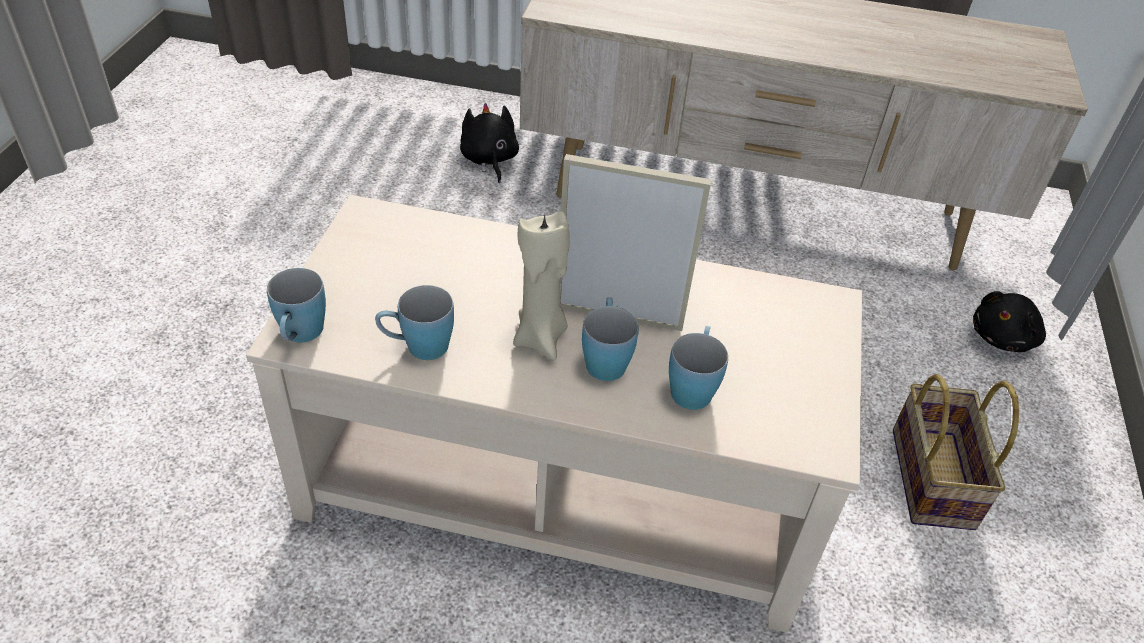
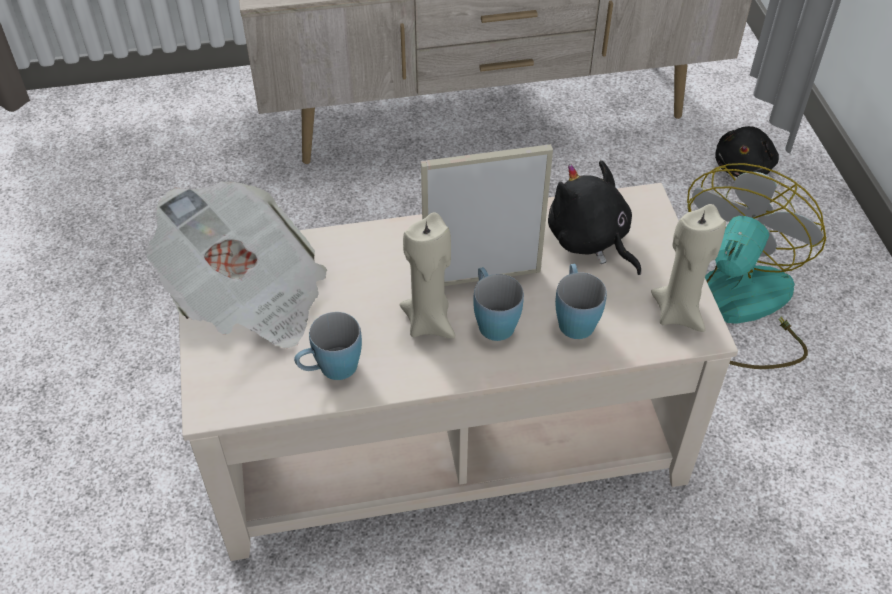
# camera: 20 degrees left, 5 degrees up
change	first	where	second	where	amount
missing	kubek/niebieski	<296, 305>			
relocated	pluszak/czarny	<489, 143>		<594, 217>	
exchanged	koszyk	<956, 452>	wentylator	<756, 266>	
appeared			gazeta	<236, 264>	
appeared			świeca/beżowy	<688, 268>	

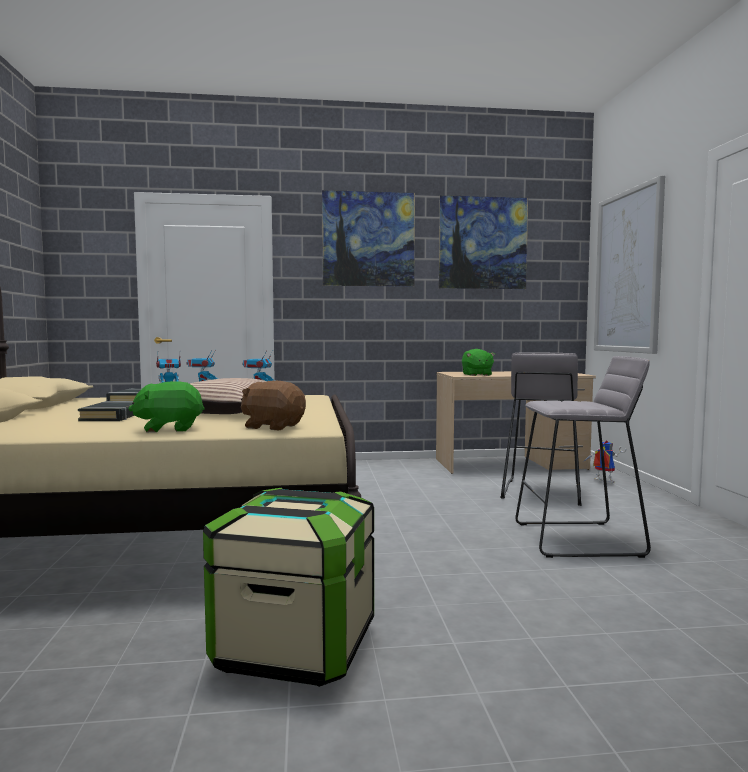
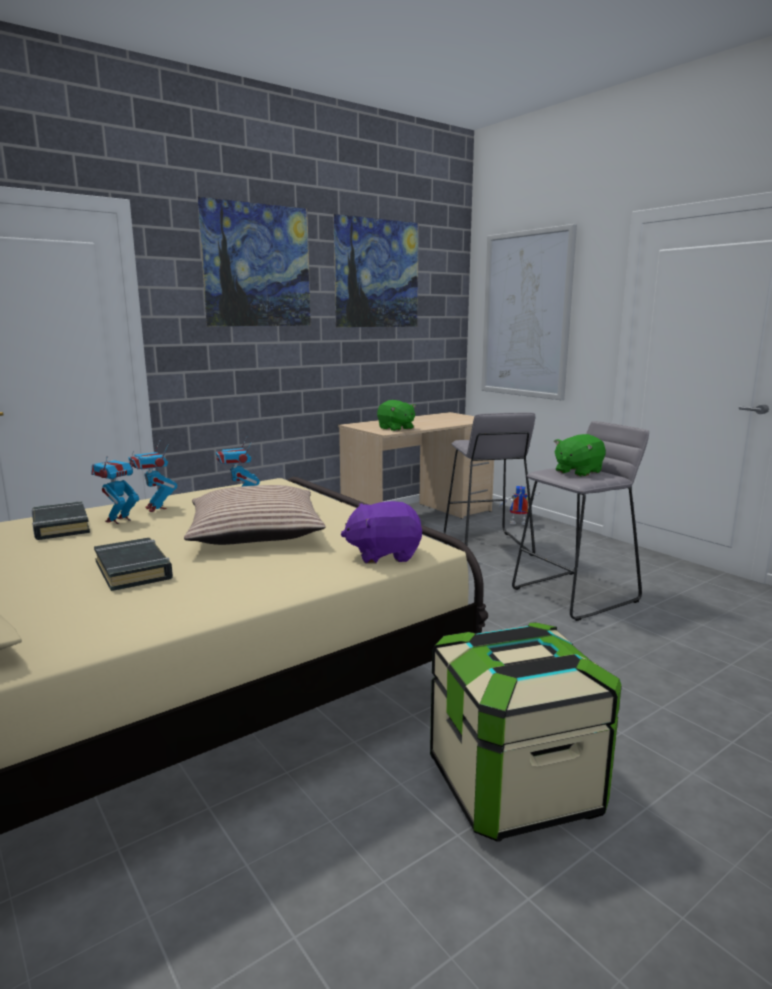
# camera: 30 degrees left, 10 degrees up
change	first	where	second	where	amount
relocated	pluszak/zielony	<166, 407>		<580, 455>	
colour	pluszak/brązowy	<273, 405>	pluszak/fioletowy	<381, 532>	

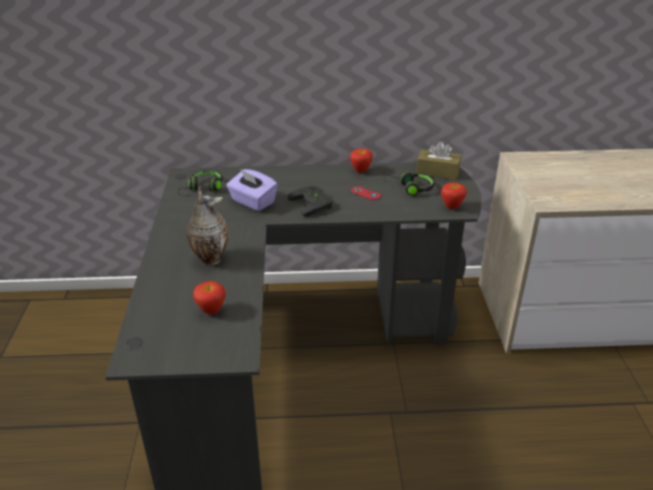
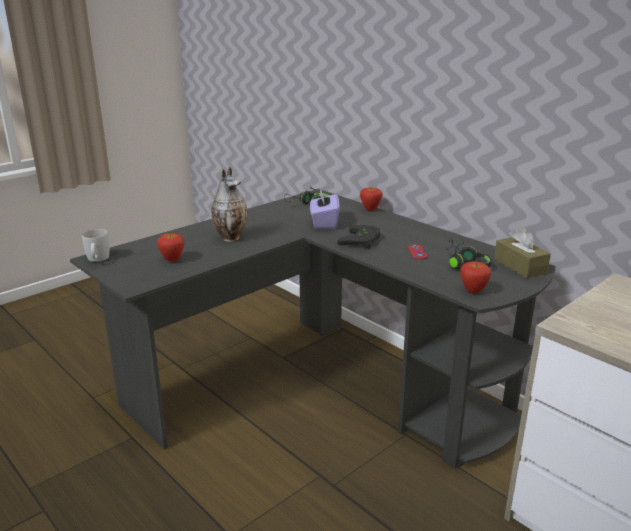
# camera: 50 degrees right, 10 degrees down
change	first	where	second	where	amount
relocated	jabłko	<361, 161>		<371, 199>	
appeared			kubek/biały	<95, 245>	

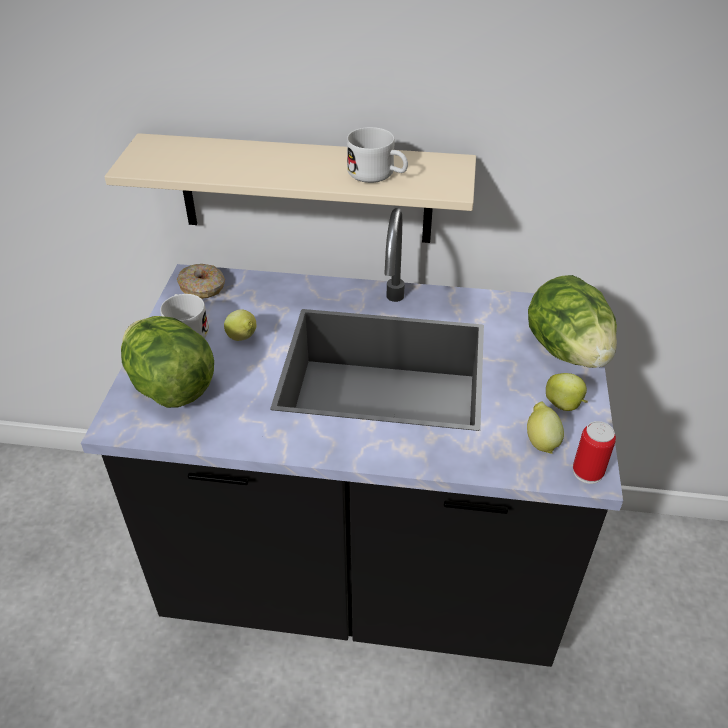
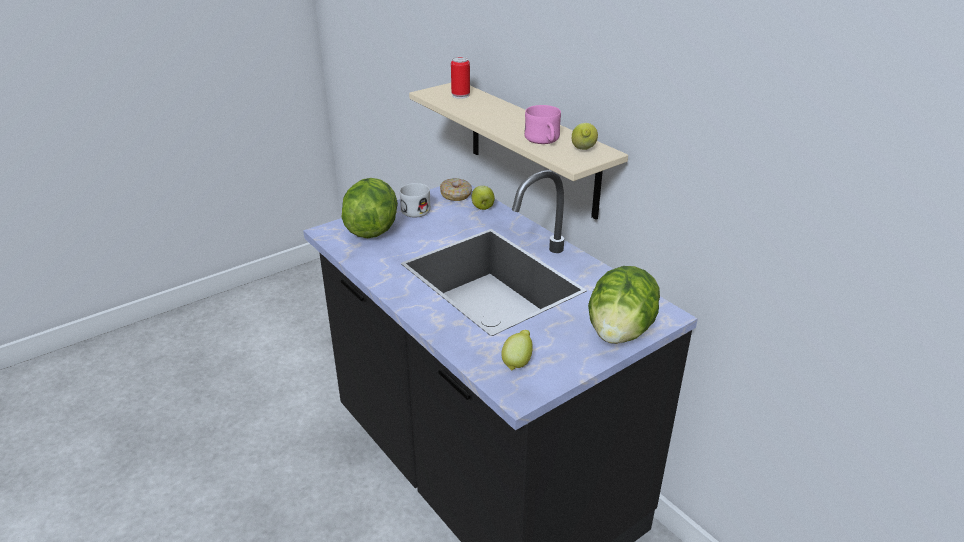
# camera: 45 degrees right, 10 degrees down
change	first	where	second	where	amount
relocated	cytryna	<240, 325>		<585, 136>	
colour	kubek/biały	<377, 155>	kubek/różowy	<542, 124>	
relocated	jabłko	<567, 392>		<483, 198>	
relocated	puszka	<594, 452>		<460, 78>	

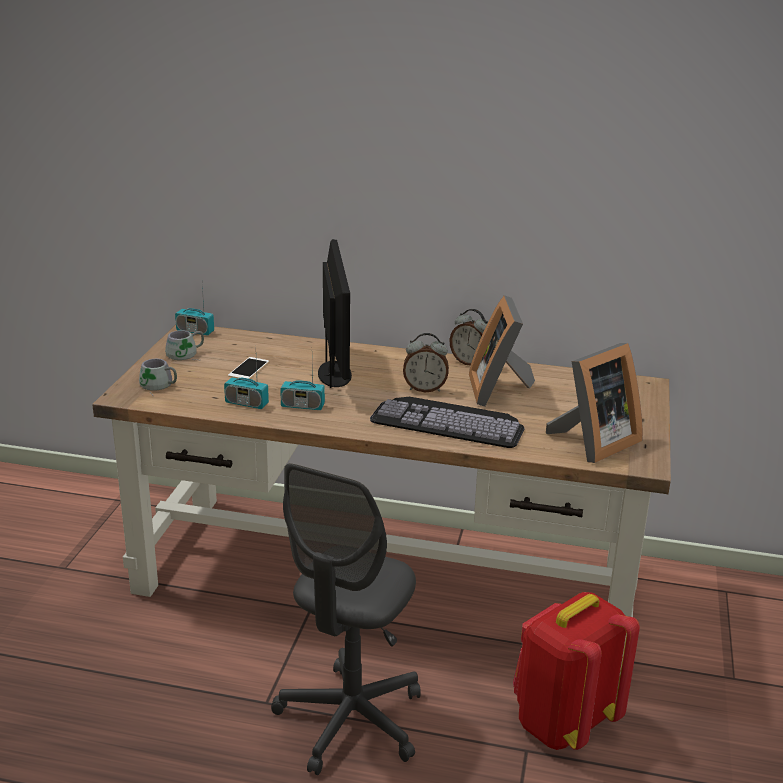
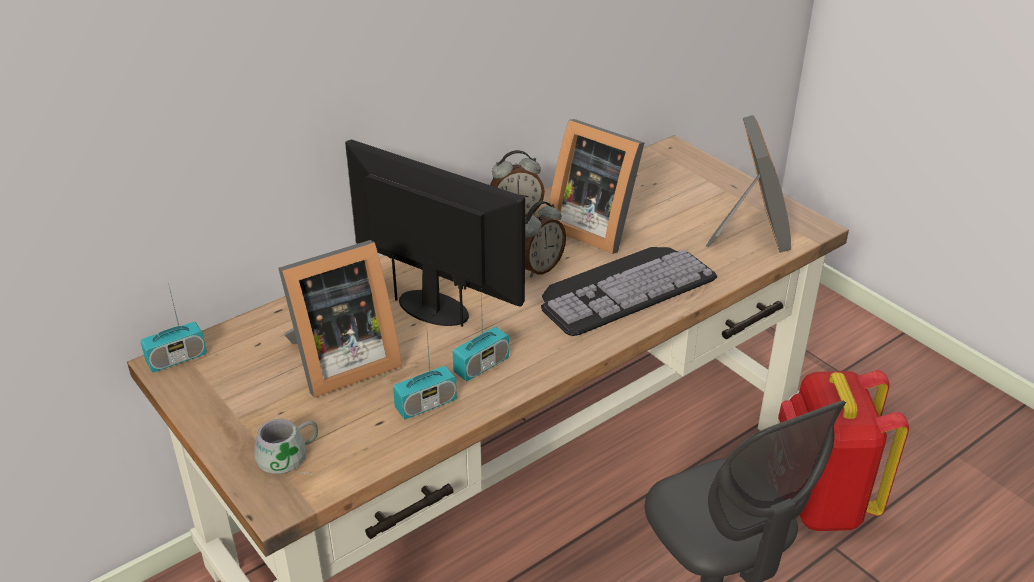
# camera: 50 degrees left, 10 degrees up
change	first	where	second	where	amount
missing	kubek/szary	<184, 345>			
exchanged	telefon	<248, 368>	ramka na zdjęcie	<340, 319>	

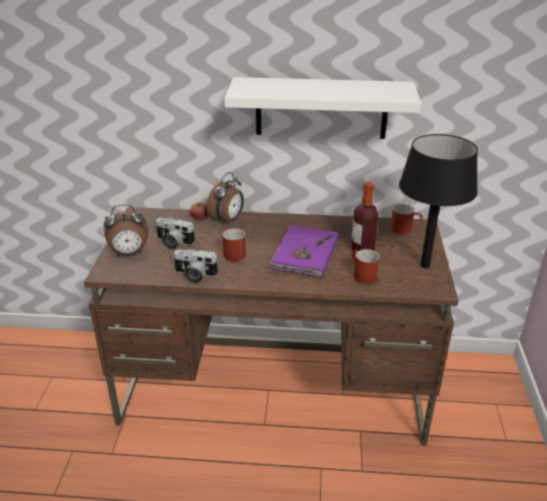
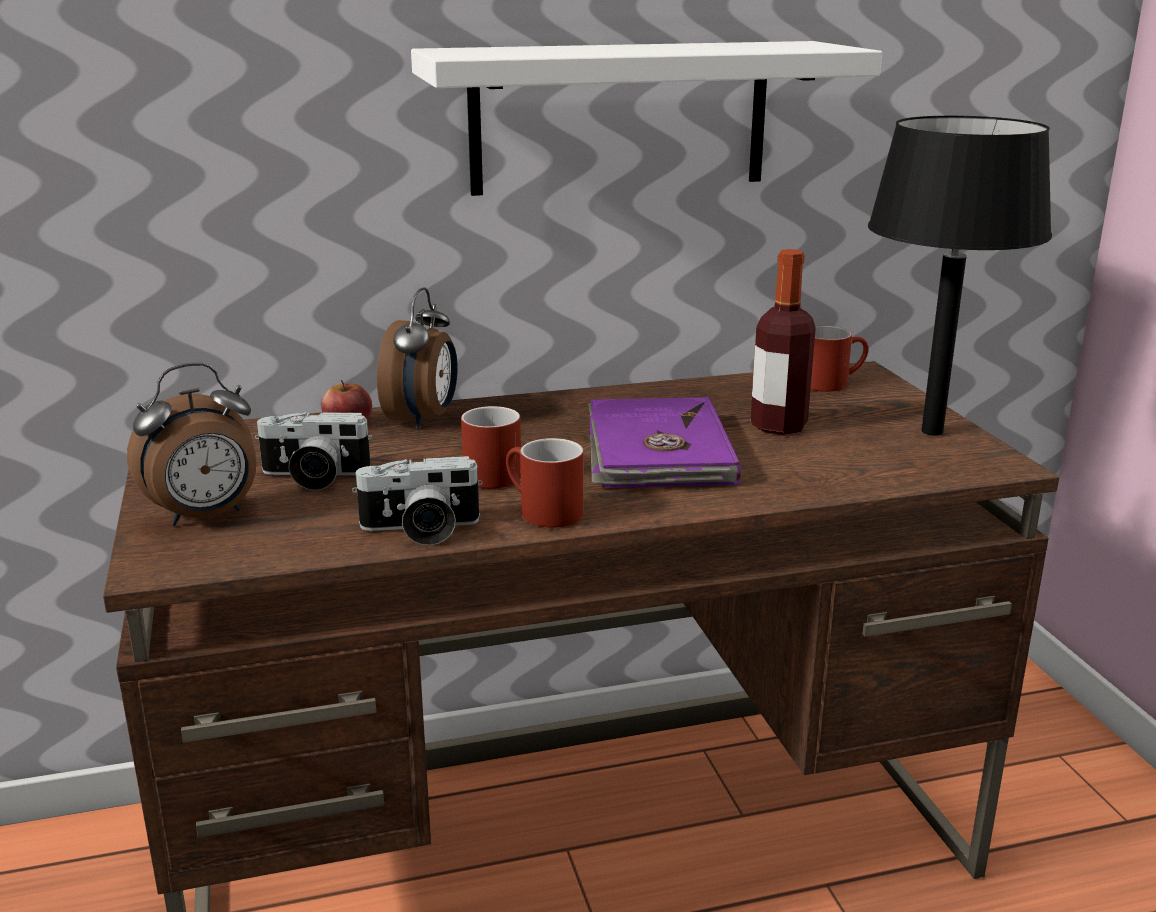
# camera: 20 degrees left, 10 degrees down
change	first	where	second	where	amount
relocated	kubek/czerwony	<366, 266>		<545, 483>	

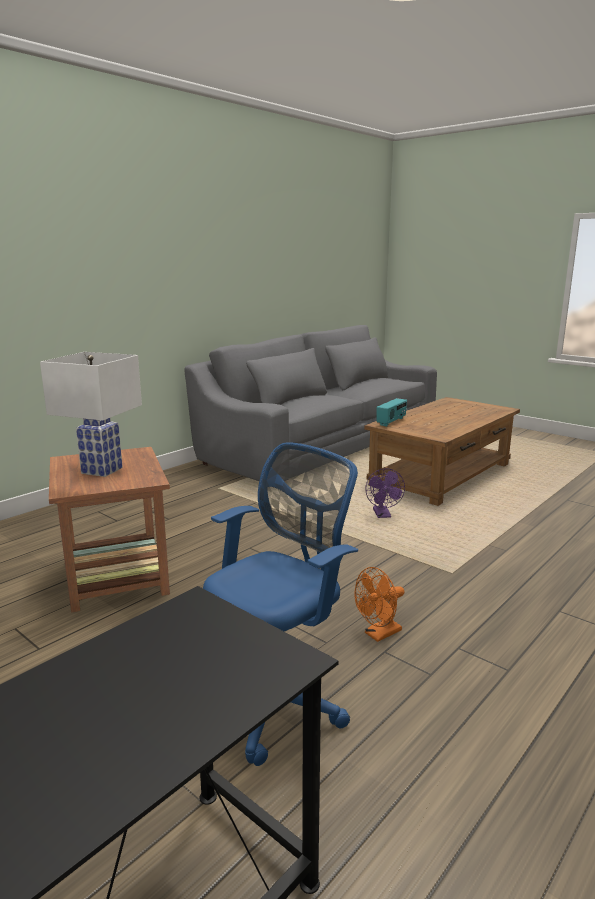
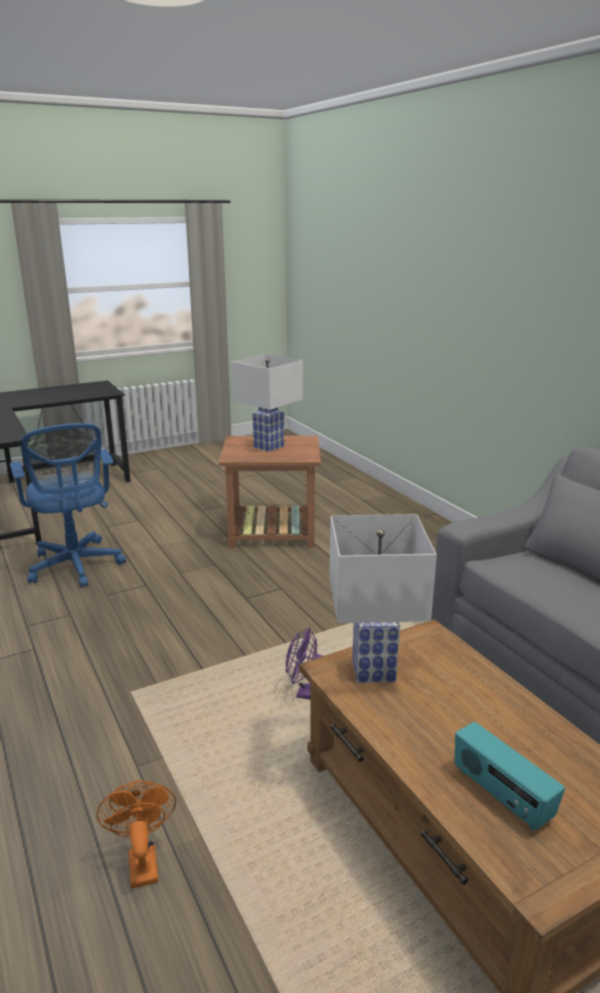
# camera: 110 degrees right, 5 degrees up
change	first	where	second	where	amount
relocated	wentylator/pomarańczowy	<379, 604>		<136, 834>	
relocated	radio	<391, 412>		<510, 776>	
appeared			lampa stołowa/biały	<383, 598>	

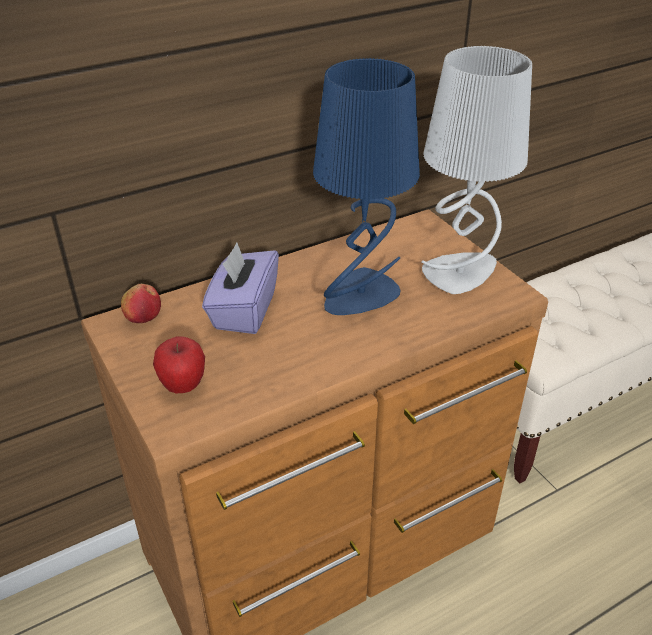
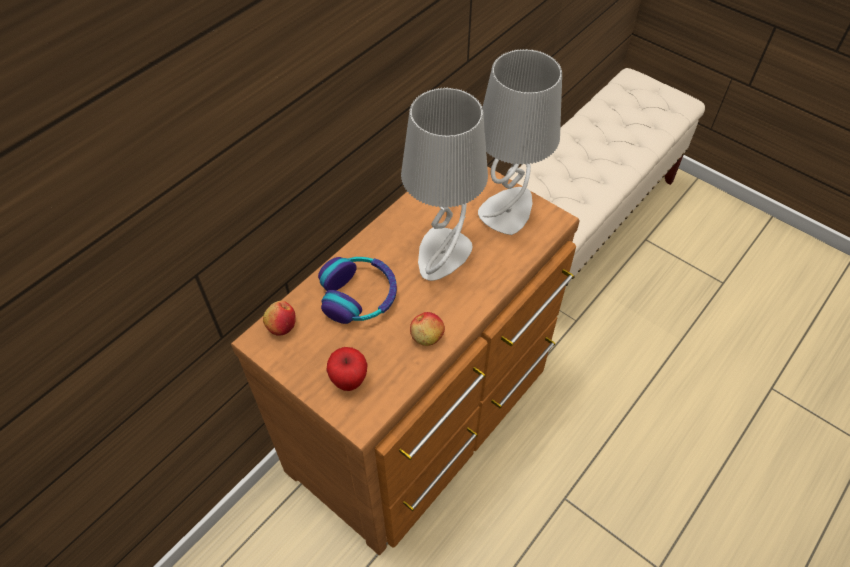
# camera: 20 degrees left, 15 degrees up
change	first	where	second	where	amount
exchanged	pudełko chusteczek/fioletowy	<240, 288>	słuchawki	<357, 290>	
colour	lampa stołowa/niebieski	<366, 186>	lampa stołowa/szary	<444, 184>	
appeared			jabłko	<427, 329>	

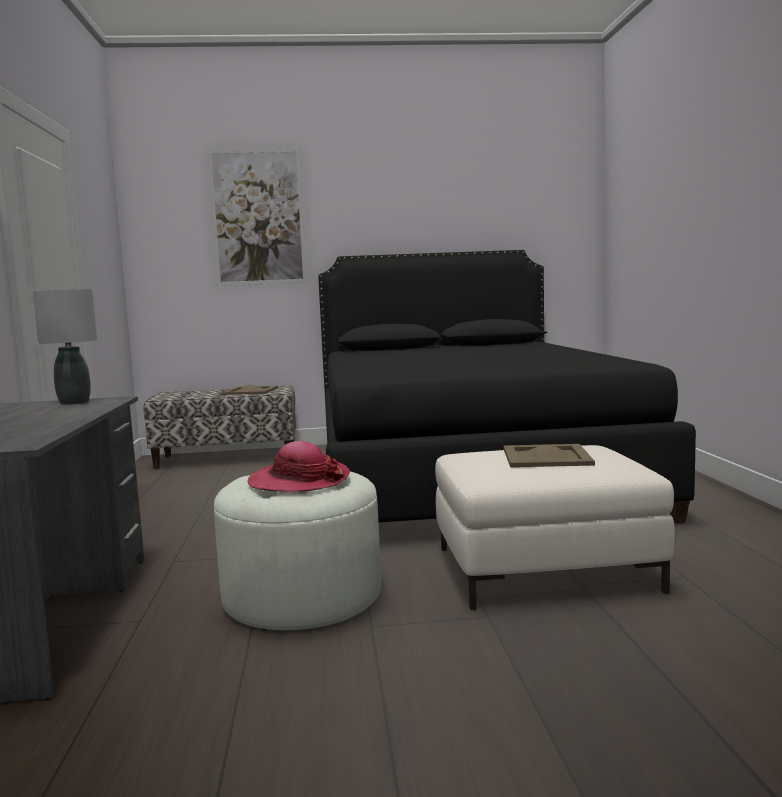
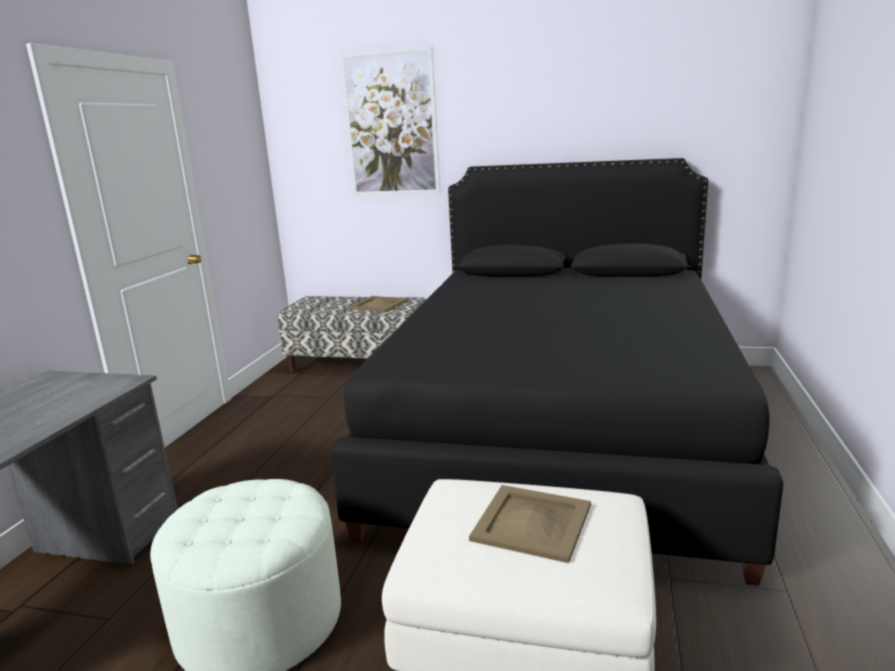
# camera: 20 degrees right, 10 degrees up
change	first	where	second	where	amount
missing	lampa stołowa/szary	<64, 347>			
missing	kapelusz	<299, 466>			

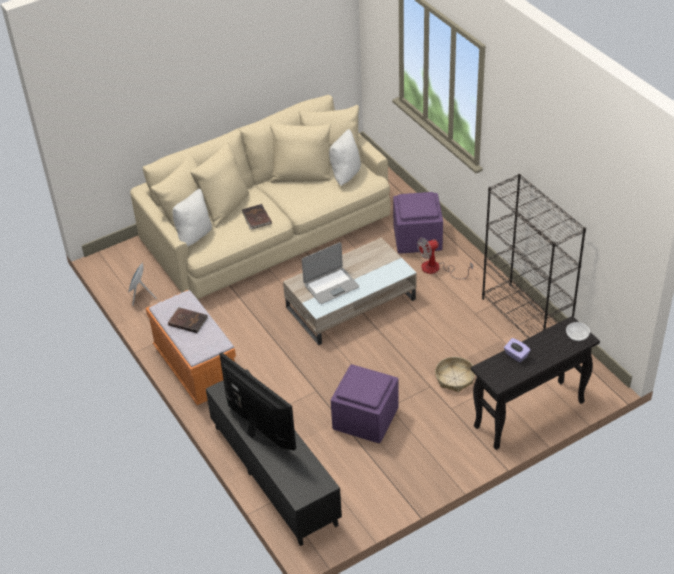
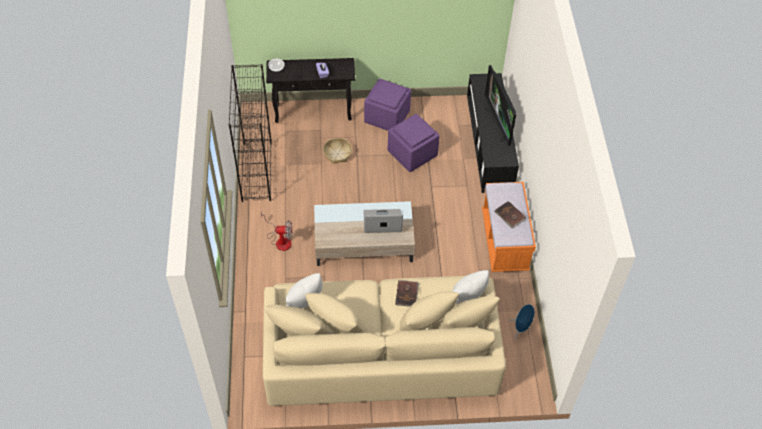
# camera: 155 degrees left, 10 degrees up
change	first	where	second	where	amount
relocated	pufa/fioletowy	<418, 223>		<387, 105>	

